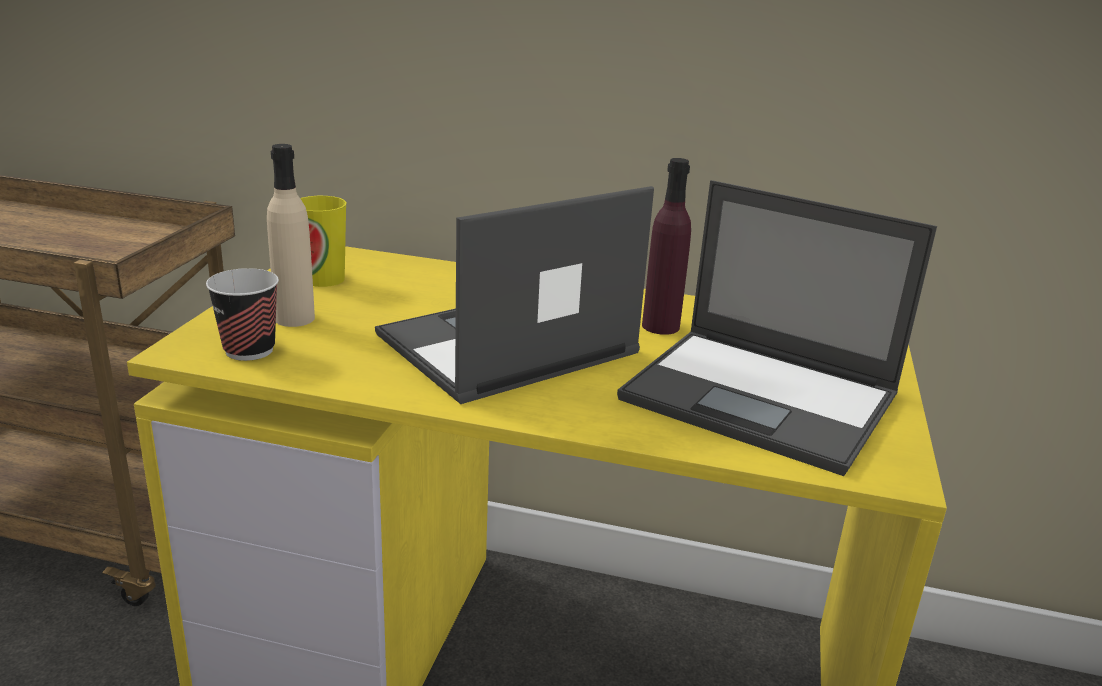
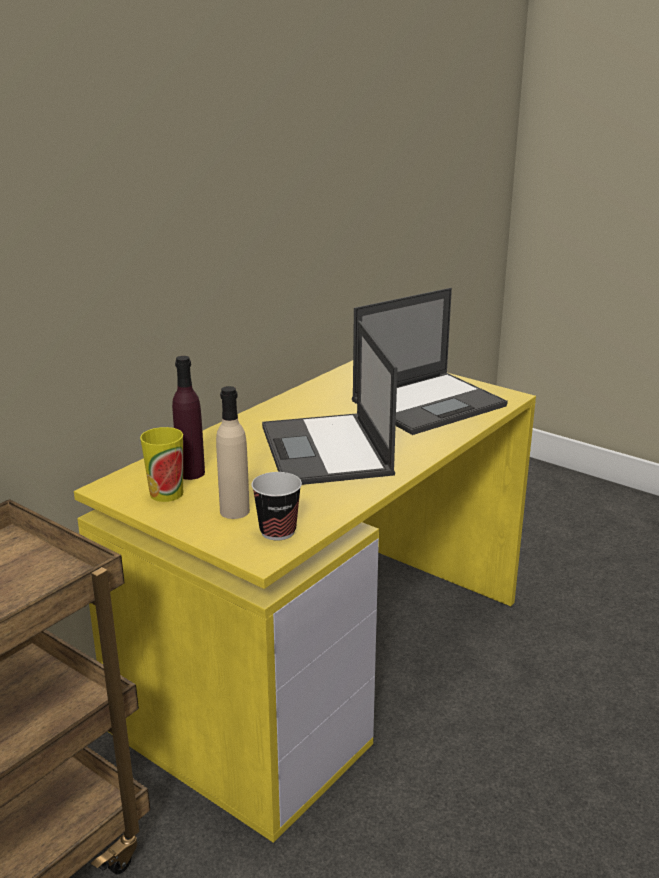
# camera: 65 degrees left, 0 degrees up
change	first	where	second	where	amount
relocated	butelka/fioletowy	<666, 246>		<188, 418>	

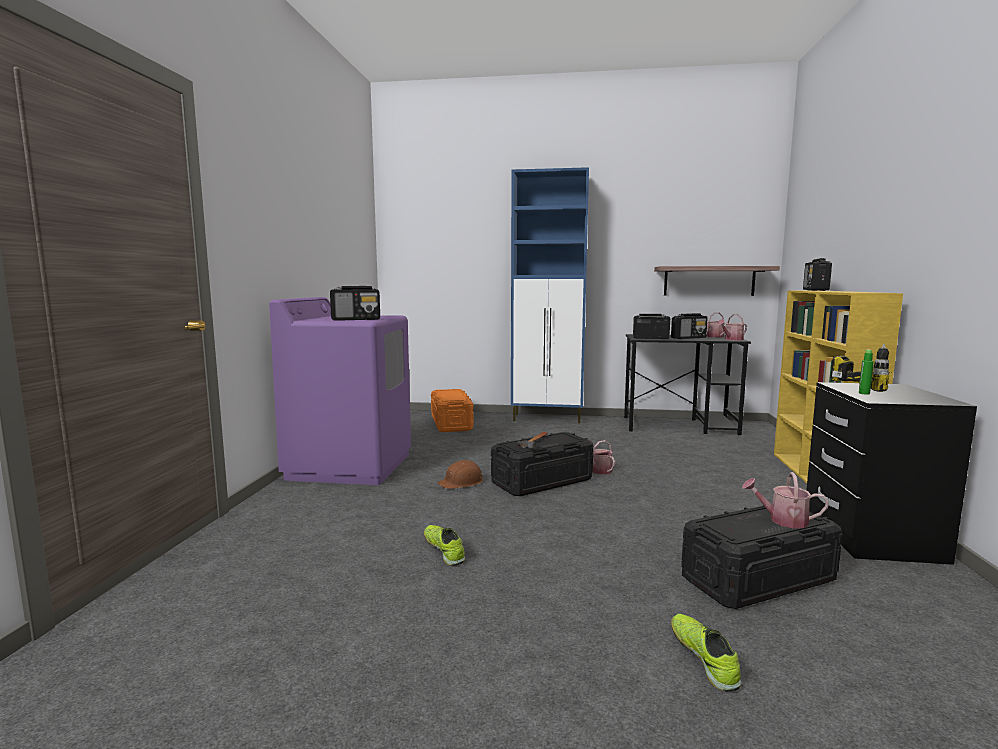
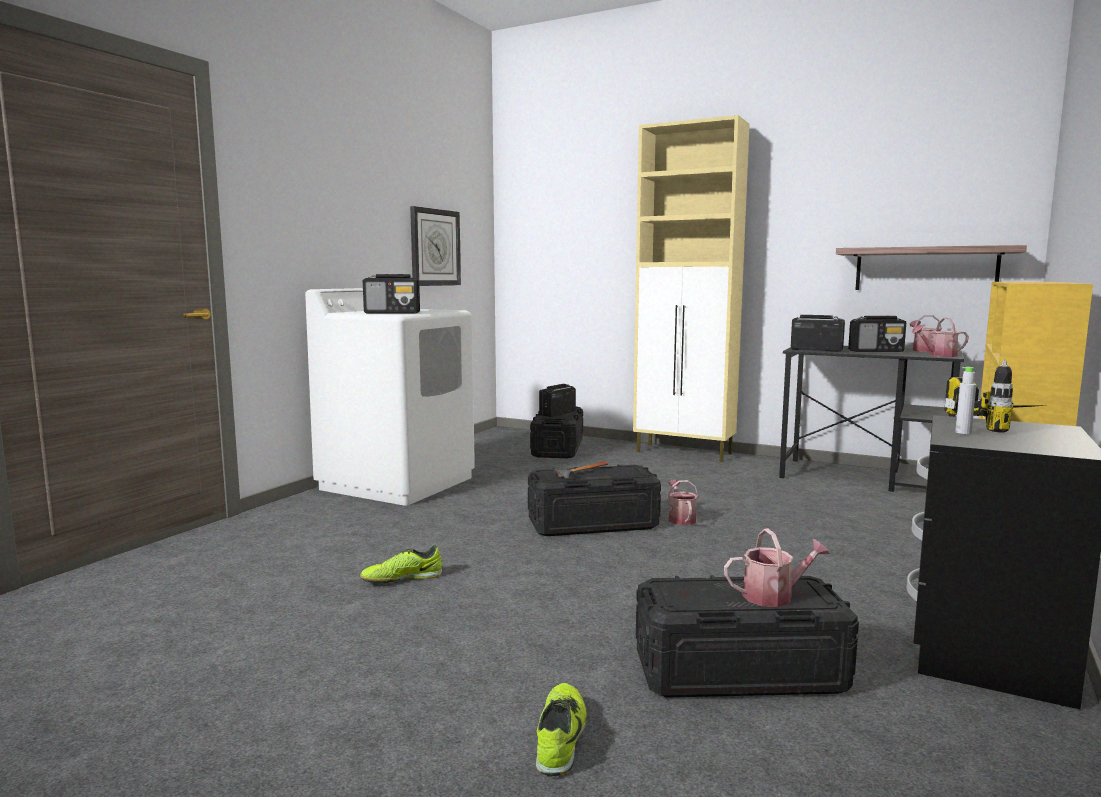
# camera: 20 degrees right, 0 degrees up
change	first	where	second	where	amount
colour	pralka/fioletowy	<340, 391>	pralka/biały	<390, 397>	
spun	but	<444, 545>		<401, 564>	105 degrees counterclockwise
colour	pojemnik do przechowywania/pomarańczowy	<452, 410>	pojemnik do przechowywania/czarny	<556, 432>	
missing	kask/brązowy	<460, 474>			
colour	szafka/niebieski	<550, 295>	szafka/beżowy	<691, 288>	
spun	konewka	<785, 500>		<777, 567>	135 degrees clockwise
relocated	radio	<817, 274>		<557, 400>	
colour	butelka/zielony	<866, 372>	butelka/szary	<965, 400>	
appeared			zegar ścienny	<435, 246>	

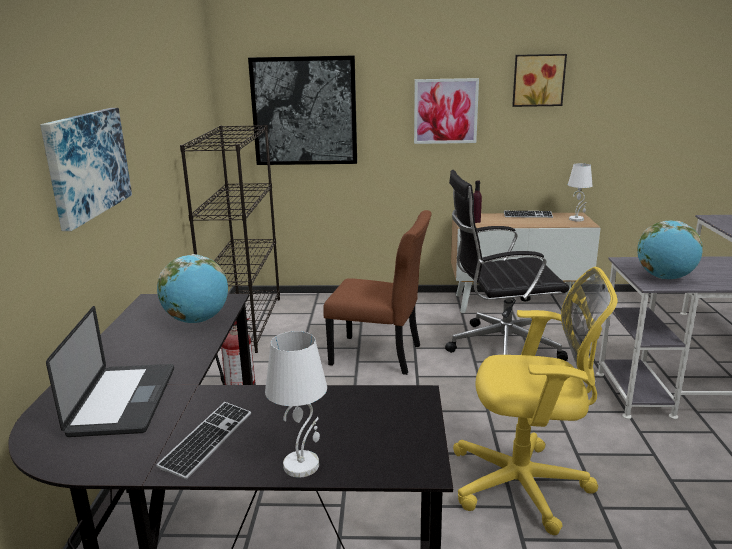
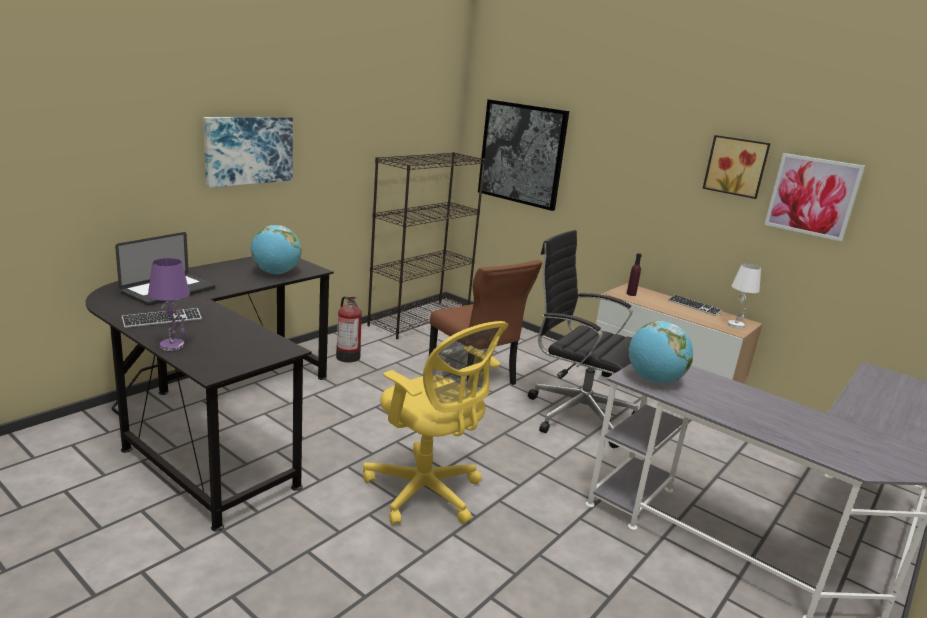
# camera: 35 degrees right, 0 degrees up
change	first	where	second	where	amount
colour	lampa stołowa/biały	<296, 404>	lampa stołowa/fioletowy	<169, 304>	
relocated	obraz	<446, 111>		<814, 197>	

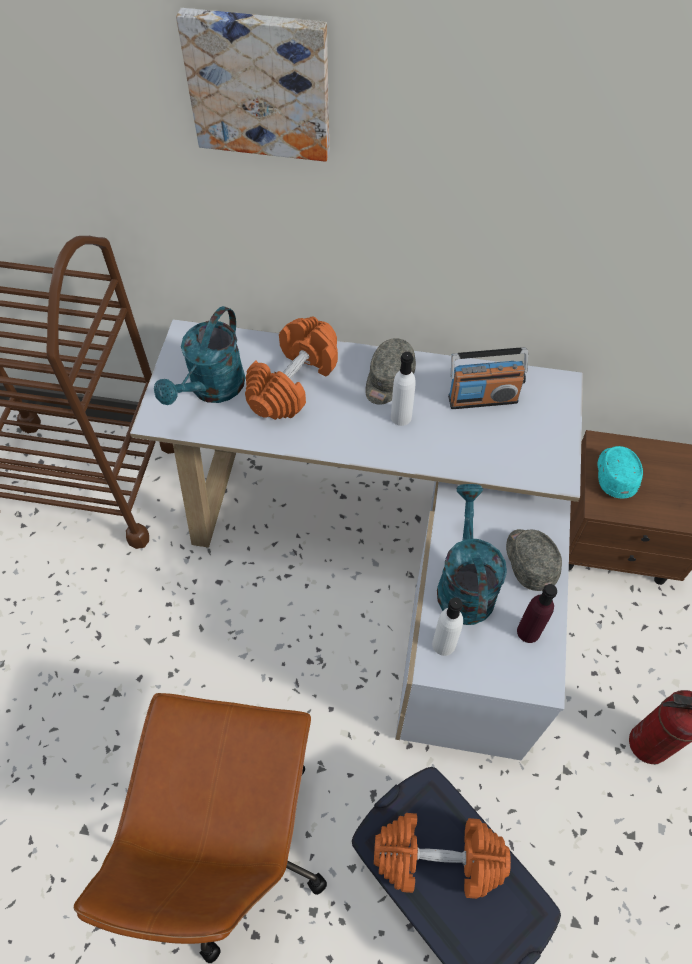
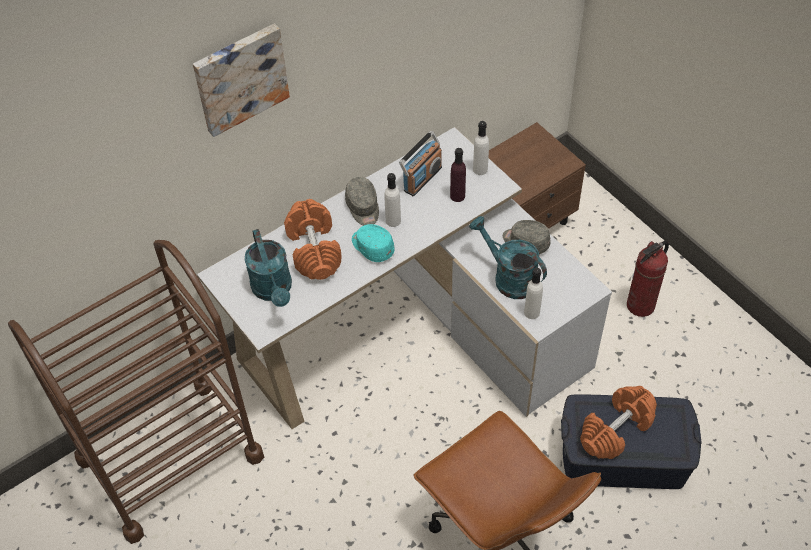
# camera: 45 degrees left, 5 degrees down
change	first	where	second	where	amount
relocated	butelka/fioletowy	<537, 613>		<458, 175>	
relocated	czapka z daszkiem/turkusowy	<620, 472>		<373, 243>	
appeared			butelka/biały	<481, 148>	

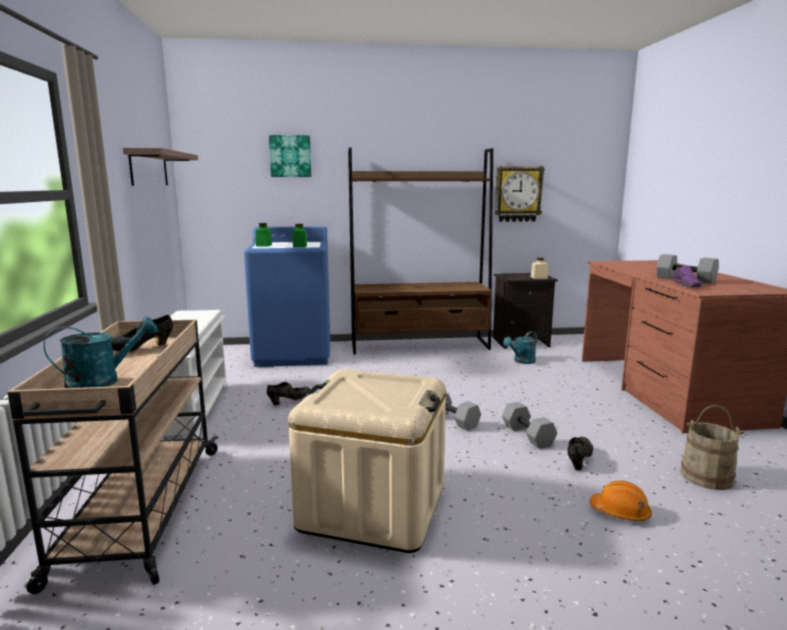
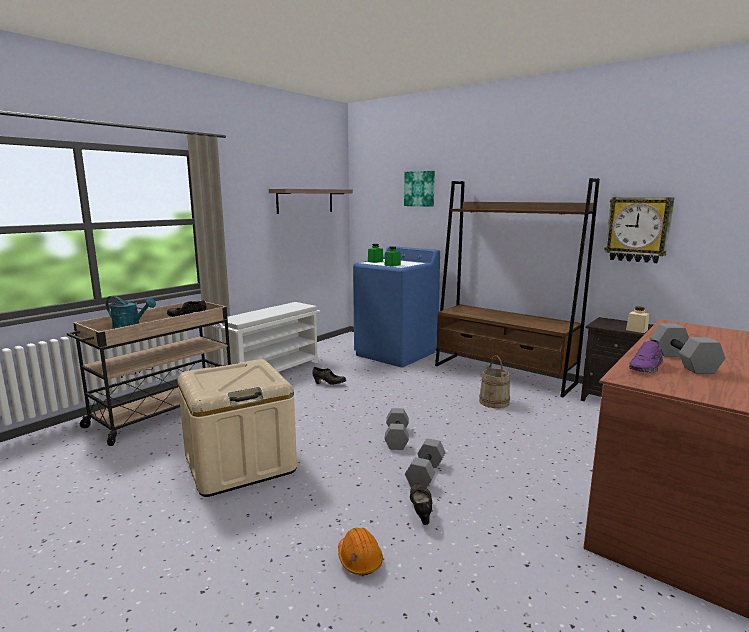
# camera: 45 degrees right, 0 degrees up
change	first	where	second	where	amount
missing	konewka/turkusowy	<520, 347>			
spun	but/czarny	<580, 454>		<421, 504>	75 degrees counterclockwise
relocated	wiadro/beżowy	<712, 447>		<494, 381>	

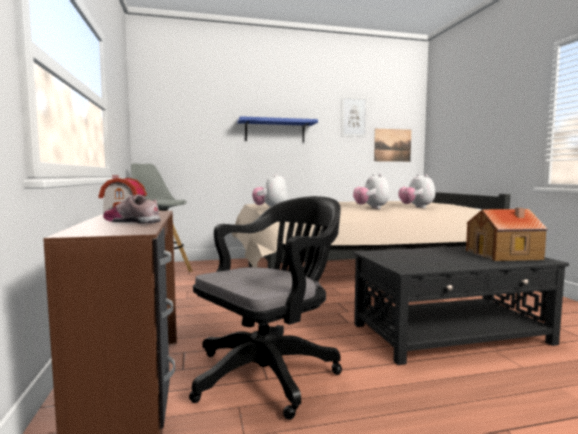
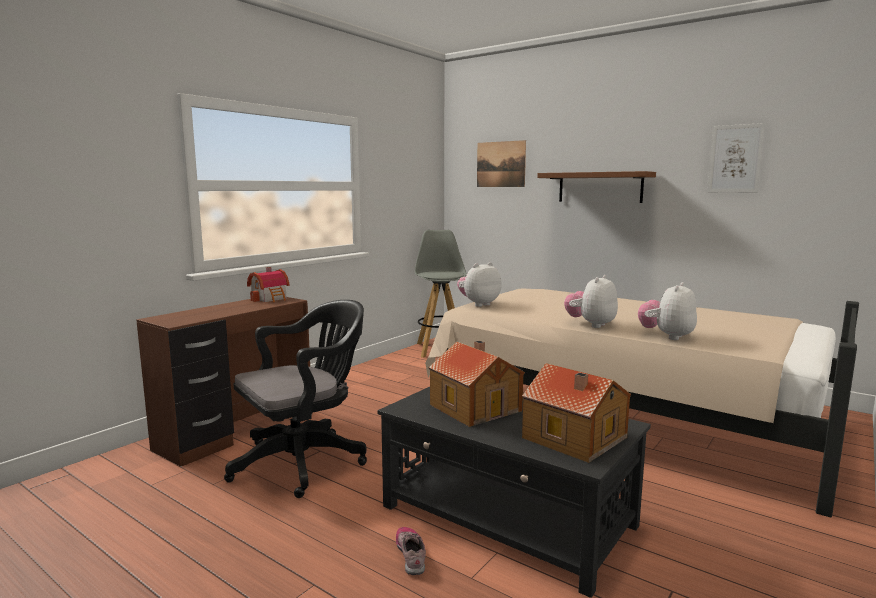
# camera: 50 degrees right, 5 degrees up
change	first	where	second	where	amount
relocated	but	<131, 209>		<411, 551>	
spun	krzesło biurowe/czarny	<265, 308>		<295, 399>	45 degrees counterclockwise
colour	półka/niebieski	<277, 129>	półka/brązowy	<596, 187>	
relocated	obraz	<392, 145>		<501, 163>	
appeared			domek	<476, 384>	

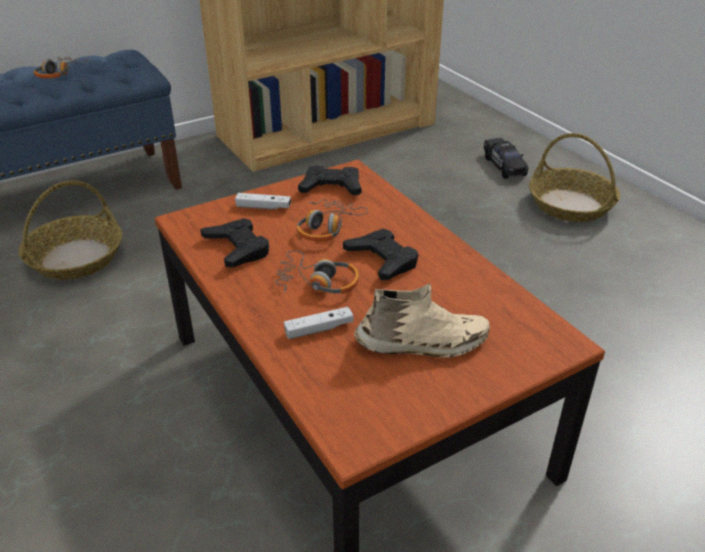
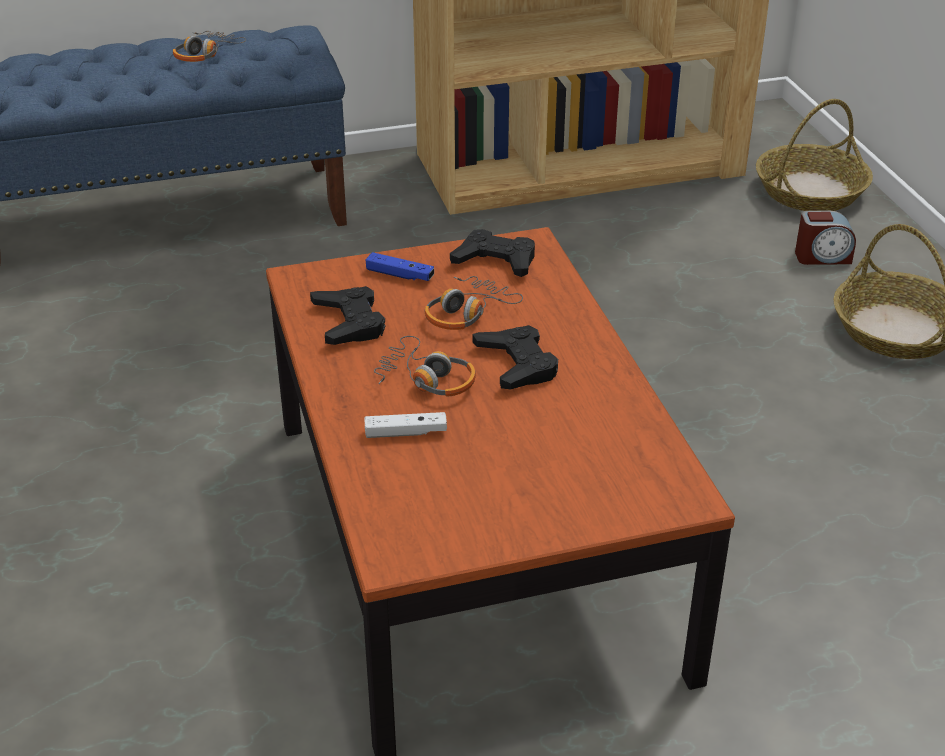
# camera: 15 degrees right, 0 degrees up
change	first	where	second	where	amount
relocated	koszyk	<70, 230>		<814, 155>	
colour	pad do gier/biały	<263, 201>	pad do gier/niebieski	<400, 266>	
missing	but/beżowy	<422, 320>			
exchanged	samochodzik/czarny	<506, 158>	budzik	<825, 238>	

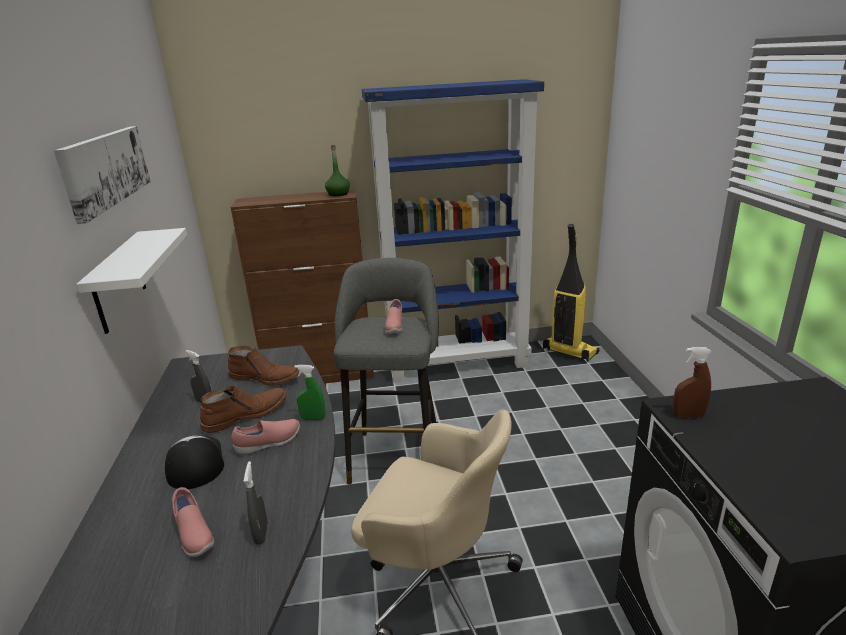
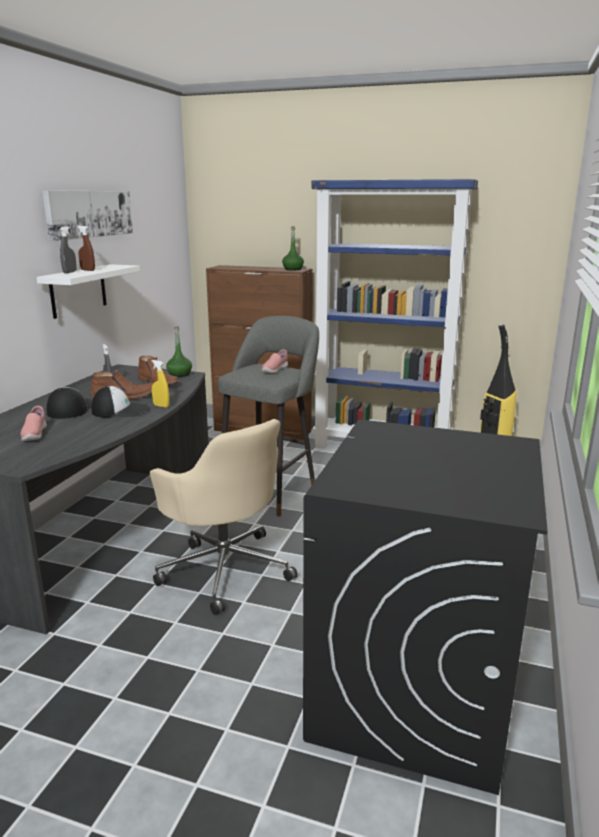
# camera: 25 degrees right, 5 degrees down
change	first	where	second	where	amount
exchanged	but/różowy	<265, 437>	czapka z daszkiem	<119, 401>	
relocated	spryskiwacz/szary	<256, 503>		<68, 249>	
colour	spryskiwacz/zielony	<309, 392>	spryskiwacz/żółty	<160, 384>	
relocated	spryskiwacz/brązowy	<692, 382>		<86, 248>	
appeared			butelka/zielony	<179, 351>	

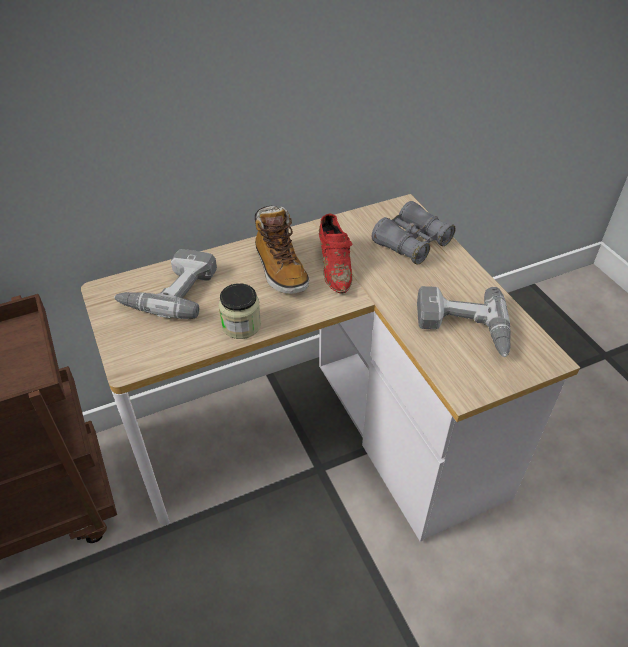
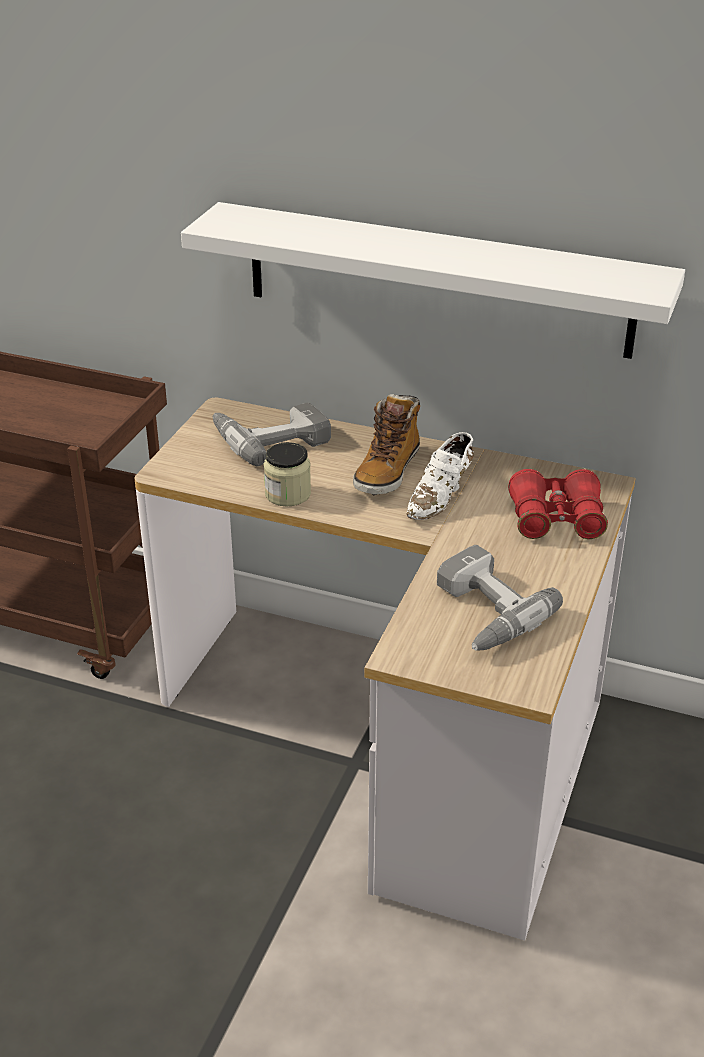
# camera: 45 degrees right, 10 degrees down
change	first	where	second	where	amount
colour	but/czerwony	<335, 254>	but/biały	<440, 476>	
colour	lornetka/szary	<414, 233>	lornetka/czerwony	<558, 504>	
appeared			półka/biały	<433, 280>	

